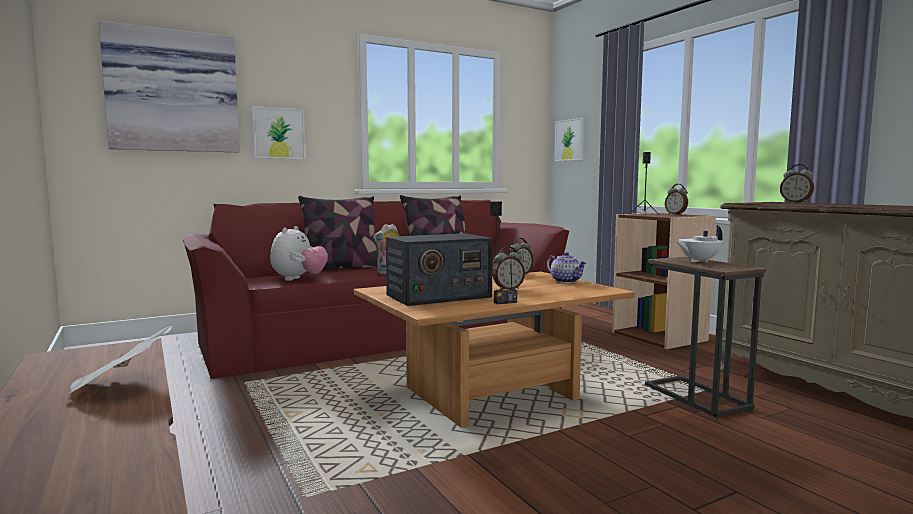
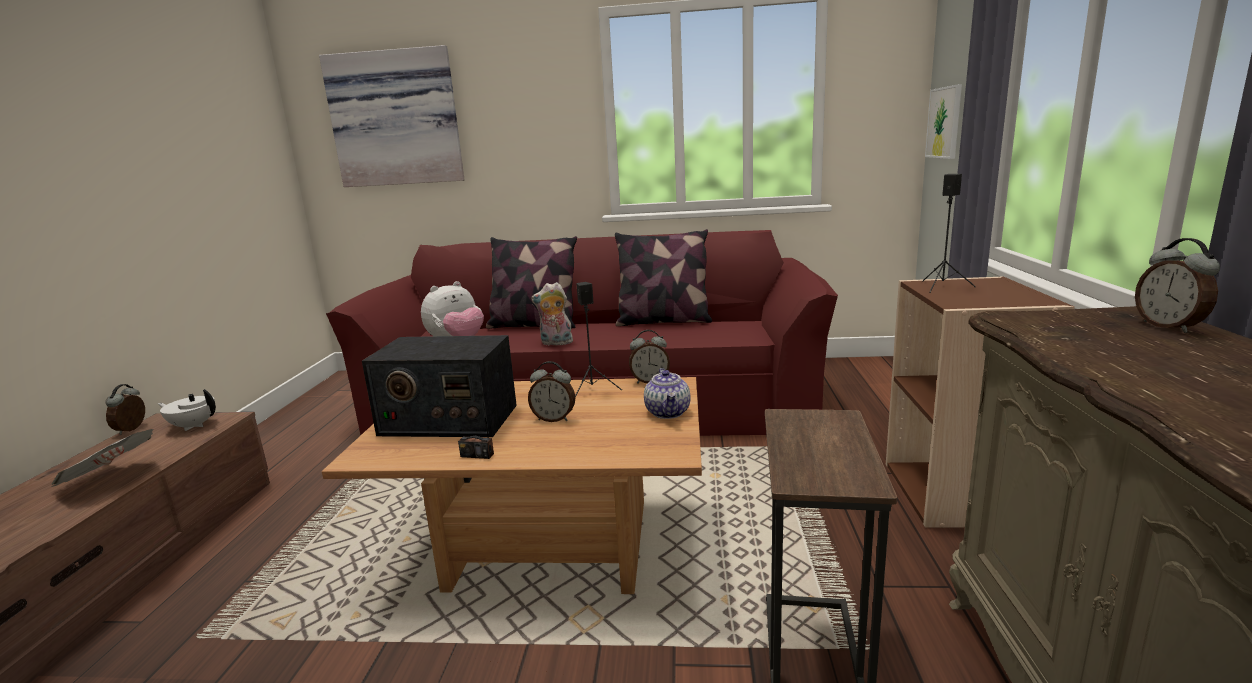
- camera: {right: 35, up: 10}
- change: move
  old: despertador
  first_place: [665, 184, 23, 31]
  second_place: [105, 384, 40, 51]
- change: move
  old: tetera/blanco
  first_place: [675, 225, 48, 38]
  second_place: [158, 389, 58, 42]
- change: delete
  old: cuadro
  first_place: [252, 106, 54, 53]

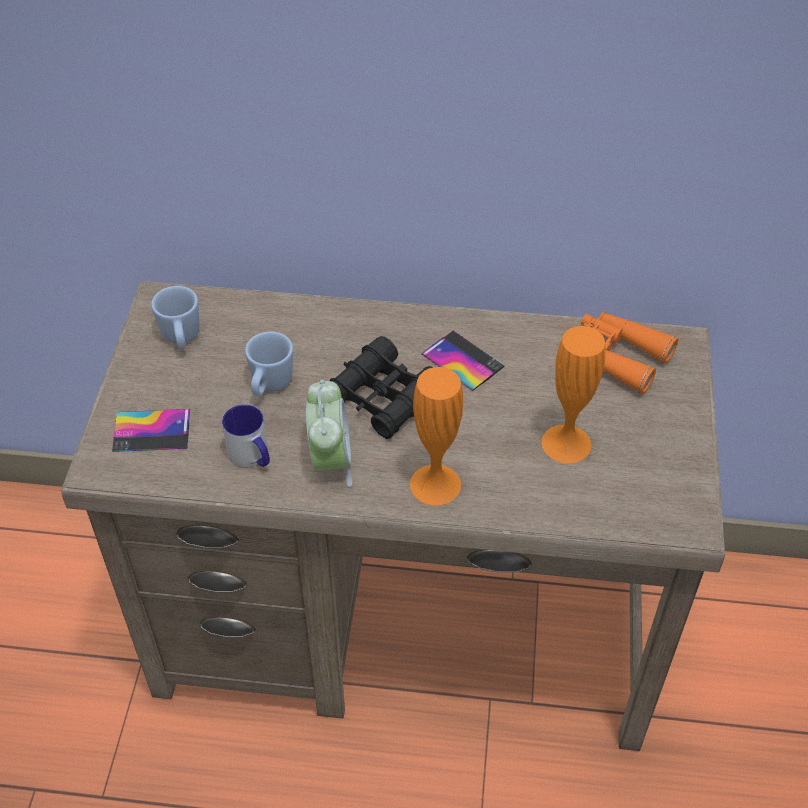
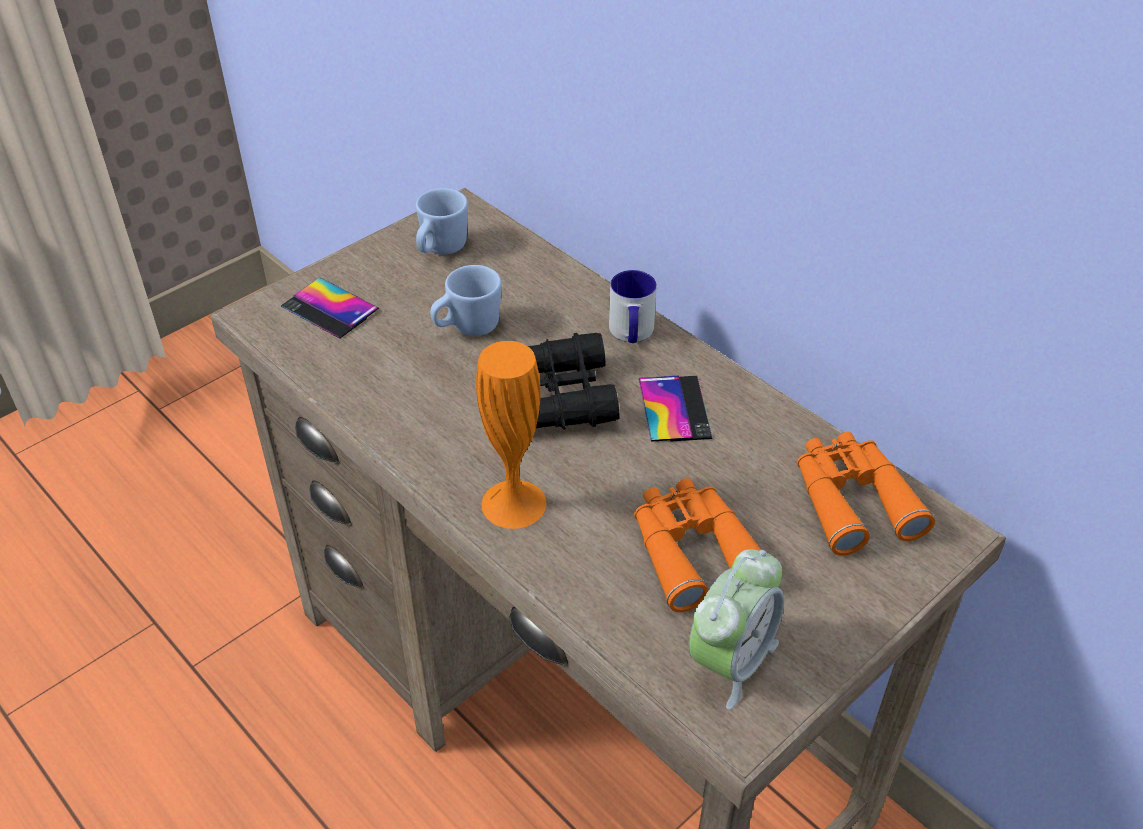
- camera: {right: 40, up: -5}
- change: move
  old: taza grande
  first_place: [222, 405, 48, 62]
  second_place: [609, 270, 48, 73]
- change: replace
  old: florero/naranja
  new: prismáticos/naranja
  first_place: [541, 326, 64, 137]
  second_place: [634, 478, 127, 134]
- change: move
  old: despertador
  first_place: [306, 380, 46, 107]
  second_place: [689, 549, 95, 161]

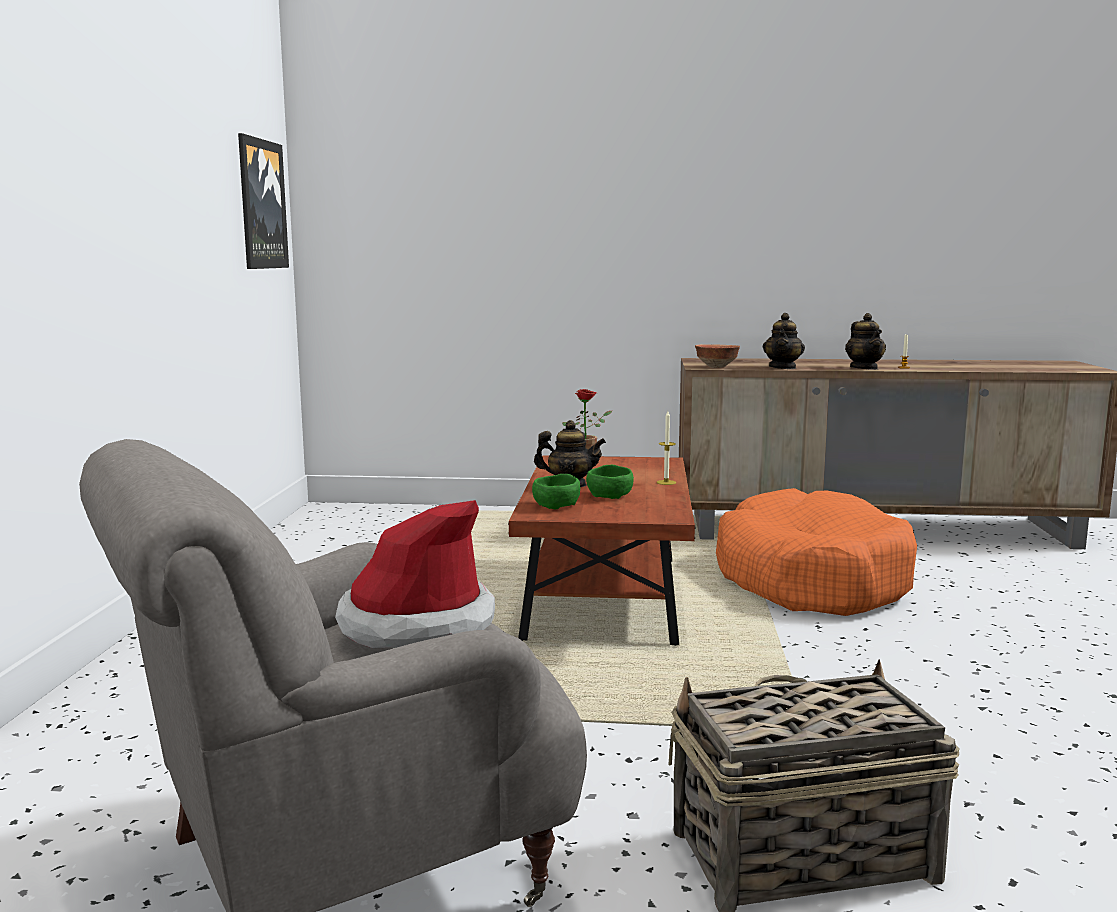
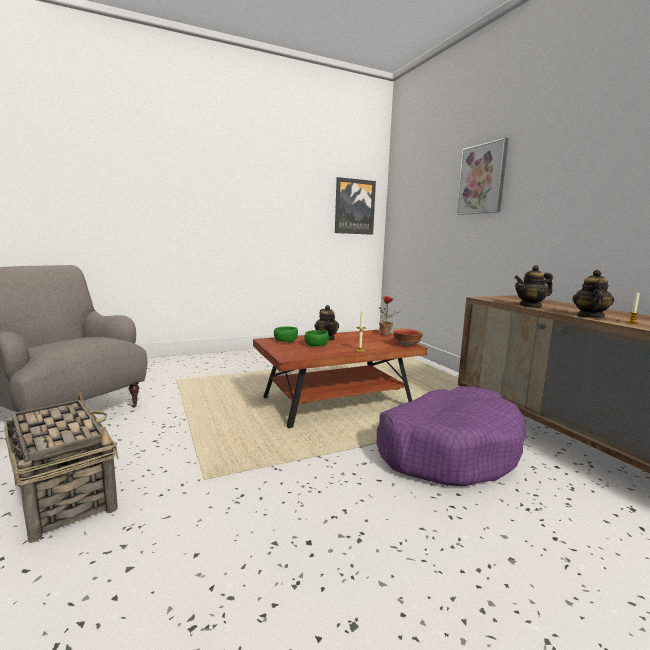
- camera: {right: 60, up: 0}
- change: recolor
  old: cama para perro/naranja
  new: cama para perro/morado
  first_place: [716, 488, 201, 128]
  second_place: [377, 386, 149, 100]
- change: move
  old: cuenco
  first_place: [695, 344, 45, 24]
  second_place: [393, 329, 30, 17]
- change: insert
  new: cuadro
  second_place: [457, 138, 52, 77]
- change: rotate
  old: tetera
  first_place: [845, 313, 41, 57]
  second_place: [573, 270, 41, 48]
  degrees: 150
- change: delete
  old: sombrero
  first_place: [335, 500, 160, 148]

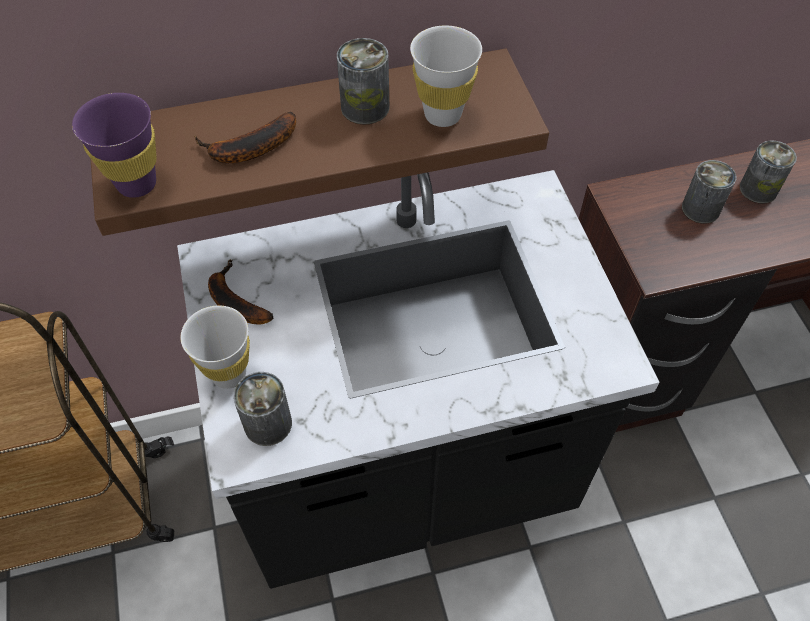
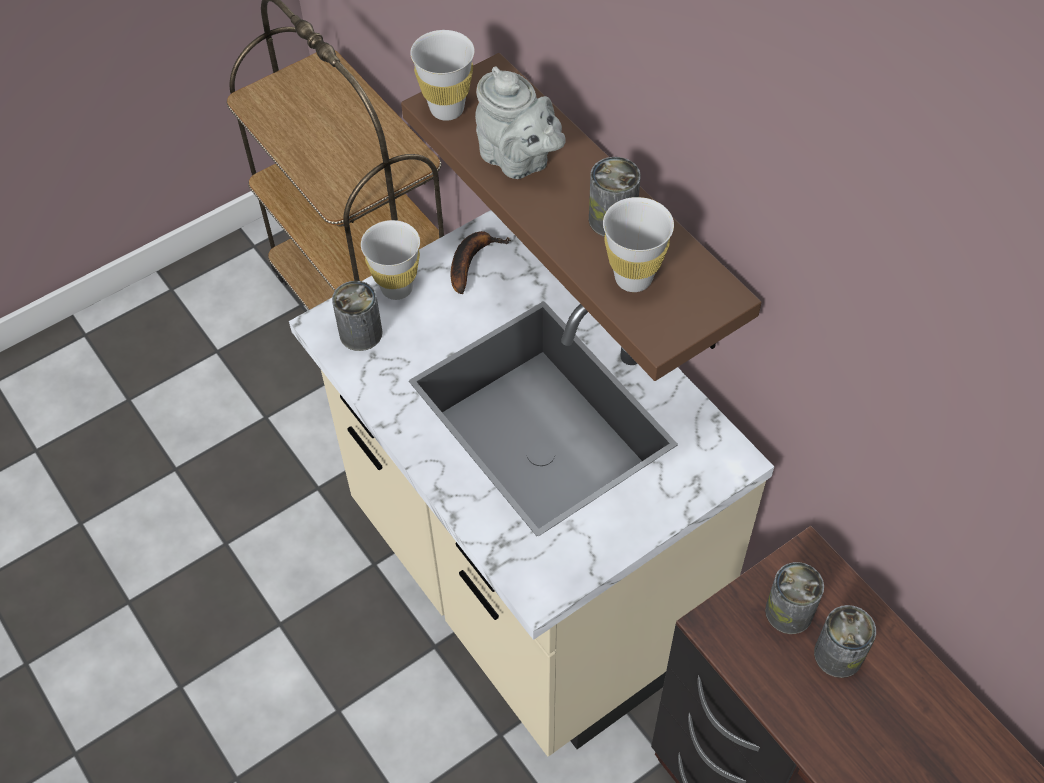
- camera: {right: 70, up: 0}
- change: recolor
  old: mueble bajo de cocina/negro
  new: mueble bajo de cocina/beis
  first_place: [177, 170, 482, 419]
  second_place: [289, 210, 485, 546]
- change: recolor
  old: taza/morado
  new: taza/blanco
  first_place: [72, 93, 85, 105]
  second_place: [410, 30, 64, 91]
- change: replace
  old: plátano
  new: tetera/gris
  first_place: [195, 112, 101, 51]
  second_place: [475, 66, 91, 113]
- change: move
  old: lata
  first_place: [740, 141, 57, 63]
  second_place: [765, 562, 59, 72]

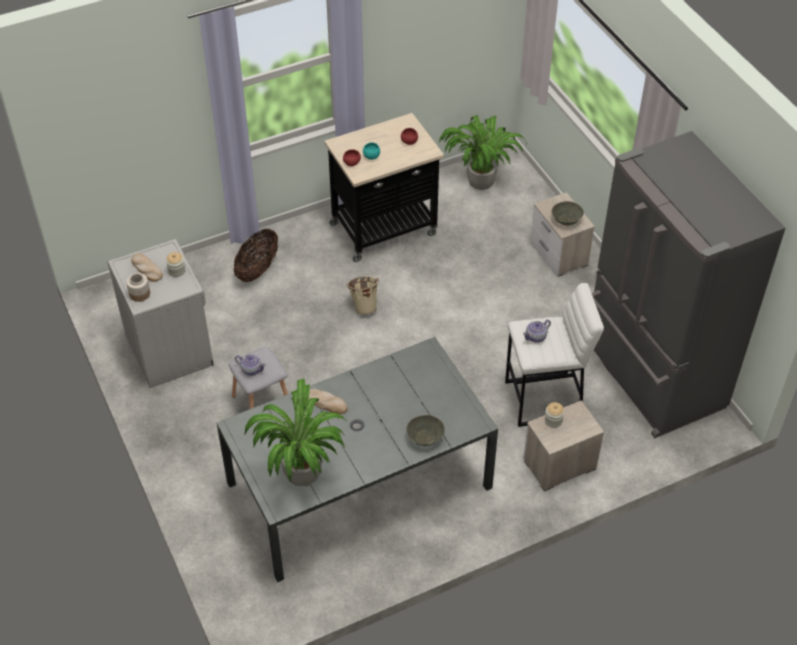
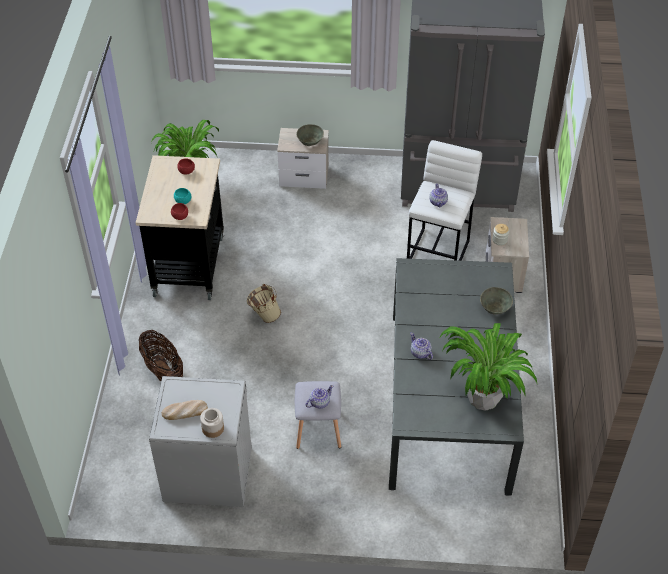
- camera: {right: -60, up: 0}
- change: replace
  old: pan
  new: tetera
  first_place: [309, 389, 39, 25]
  second_place: [410, 333, 23, 27]
- change: delete
  old: tarro
  first_place: [166, 252, 20, 25]

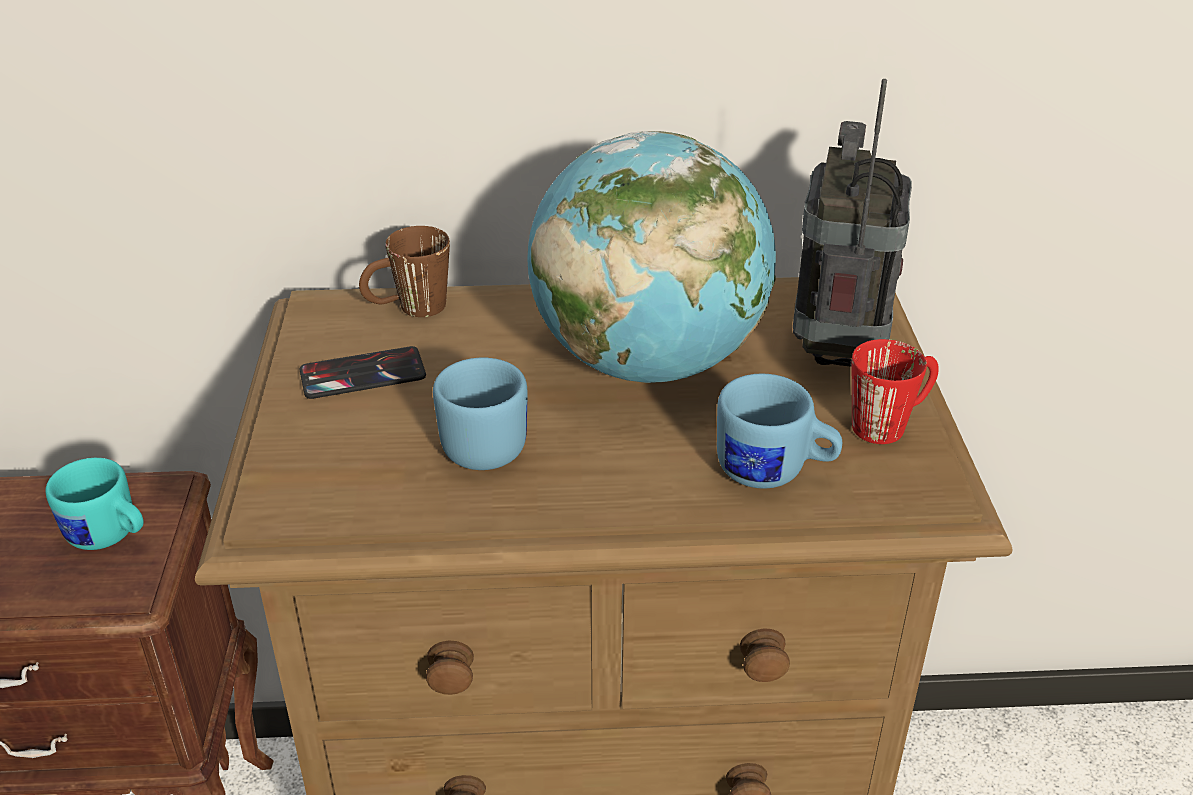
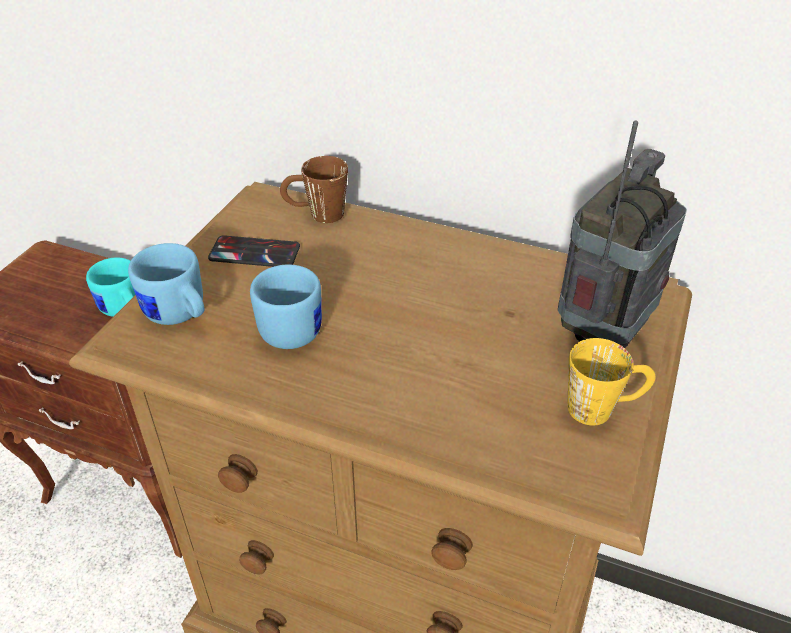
- camera: {right: 25, up: 5}
- change: move
  old: taza grande/azul
  first_place: [717, 373, 125, 116]
  second_place: [128, 243, 76, 82]
- change: recolor
  old: taza grande/rojo
  new: taza grande/amarillo
  first_place: [852, 339, 87, 105]
  second_place: [568, 338, 87, 87]
- change: delete
  old: globo terráqueo
  first_place: [527, 131, 249, 252]

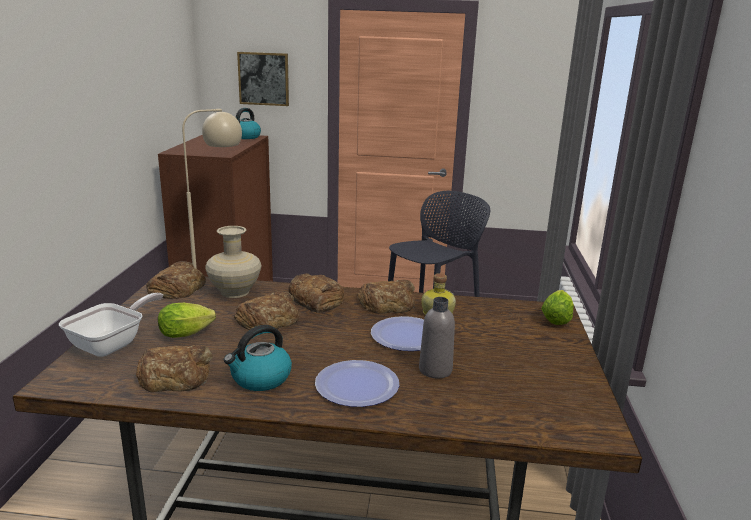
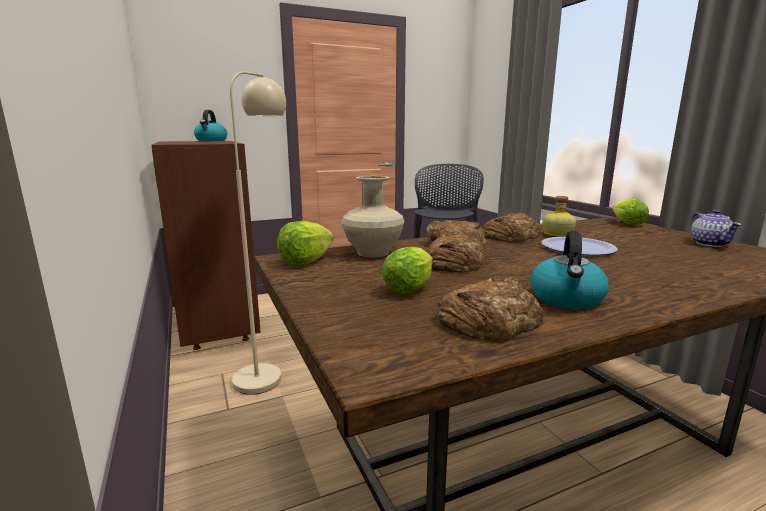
- camera: {right: -30, up: -5}
- change: replace
  old: pan
  new: lechuga
  first_place: [146, 261, 60, 38]
  second_place: [277, 221, 57, 44]
- change: insert
  new: tetera
  second_place: [690, 210, 52, 37]
- change: delete
  old: sartén
  first_place: [59, 293, 104, 64]
- change: delete
  old: cuadro
  first_place: [237, 52, 52, 54]
- change: delete
  old: plato
  first_place: [315, 360, 84, 47]
- change: delete
  old: botella/gris
  first_place: [419, 297, 36, 82]

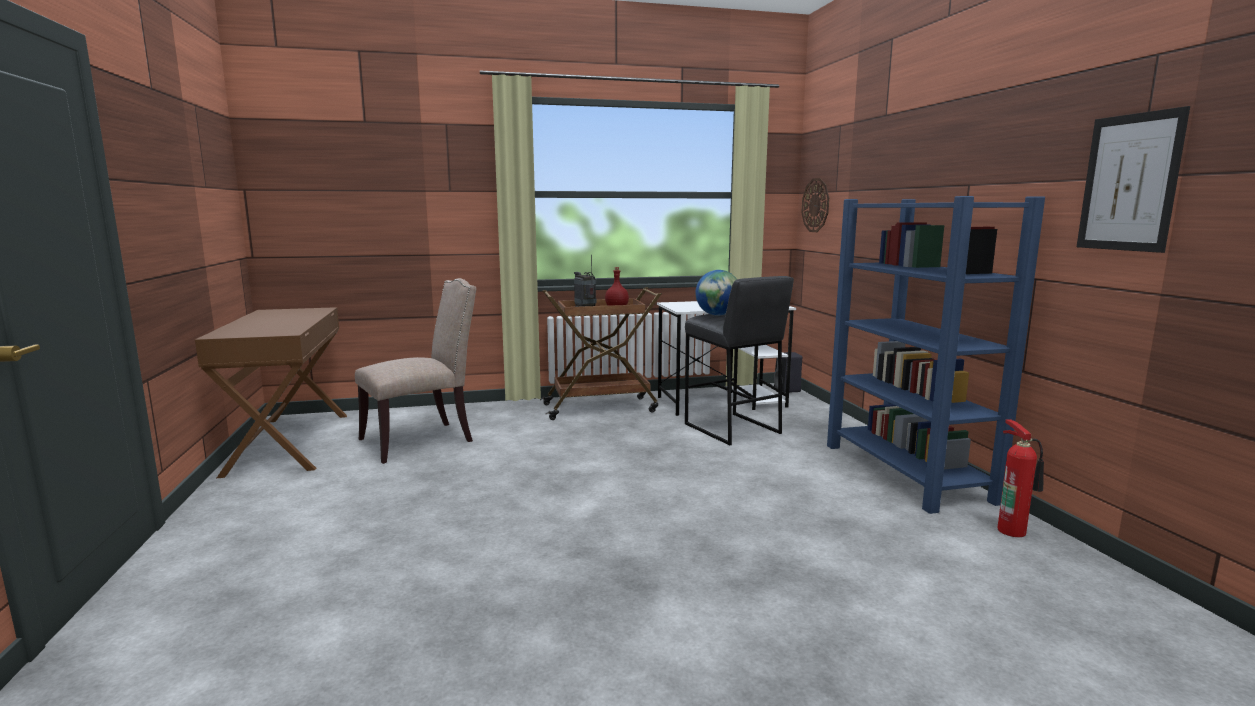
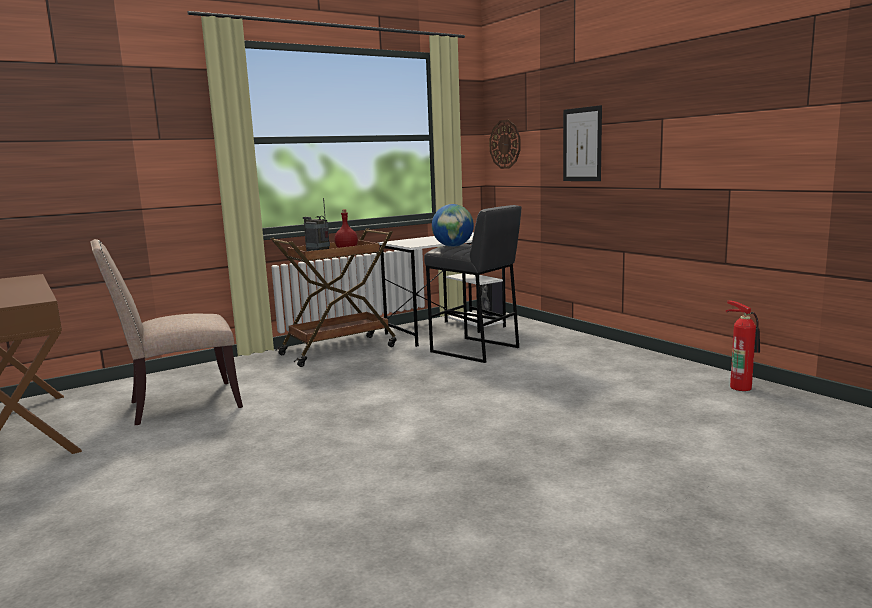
- camera: {right: -20, up: 0}
- change: rotate
  old: silla/beis
  first_place: [355, 278, 121, 186]
  second_place: [90, 239, 153, 186]
  degrees: -150
- change: move
  old: cuadro
  first_place: [1077, 106, 113, 147]
  second_place: [563, 105, 39, 76]
- change: delete
  old: estantería/azul
  first_place: [827, 196, 218, 318]

